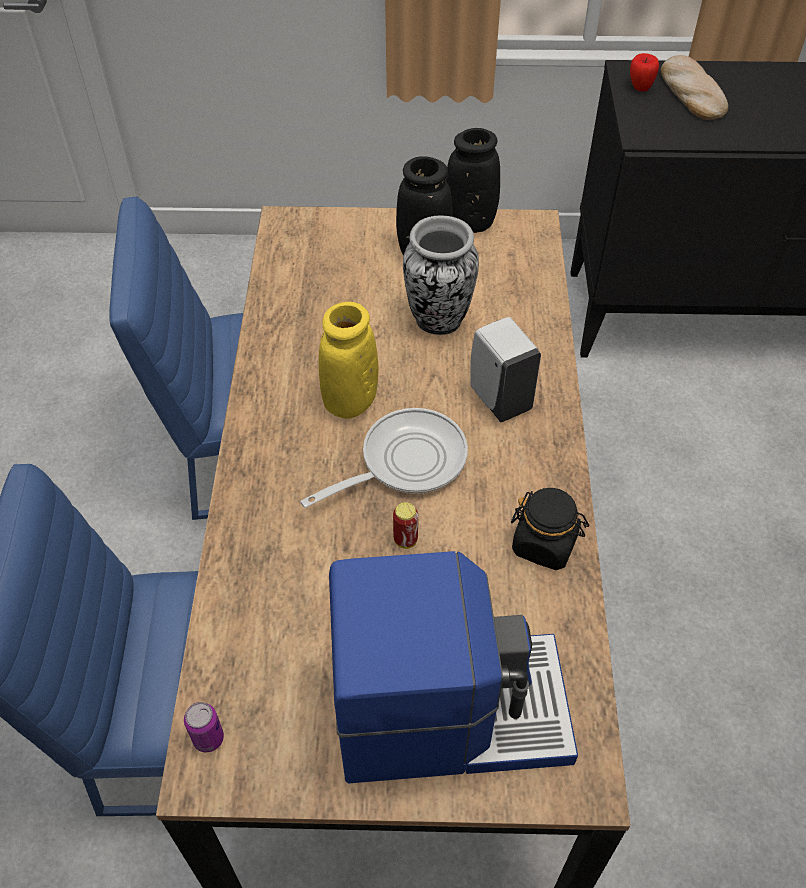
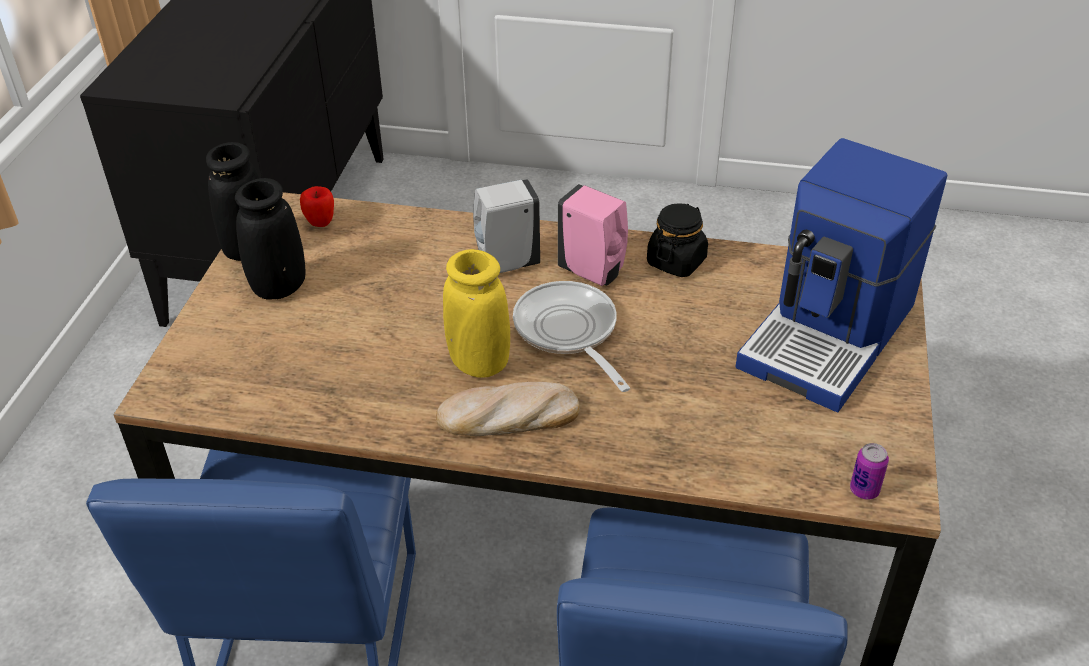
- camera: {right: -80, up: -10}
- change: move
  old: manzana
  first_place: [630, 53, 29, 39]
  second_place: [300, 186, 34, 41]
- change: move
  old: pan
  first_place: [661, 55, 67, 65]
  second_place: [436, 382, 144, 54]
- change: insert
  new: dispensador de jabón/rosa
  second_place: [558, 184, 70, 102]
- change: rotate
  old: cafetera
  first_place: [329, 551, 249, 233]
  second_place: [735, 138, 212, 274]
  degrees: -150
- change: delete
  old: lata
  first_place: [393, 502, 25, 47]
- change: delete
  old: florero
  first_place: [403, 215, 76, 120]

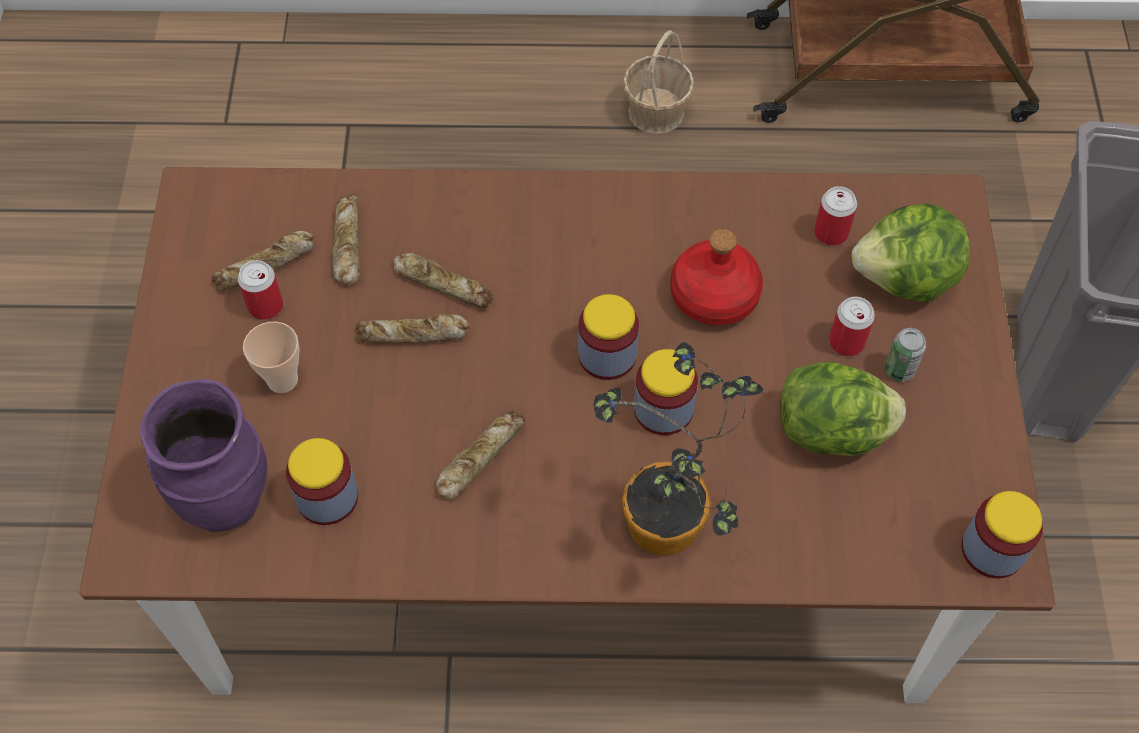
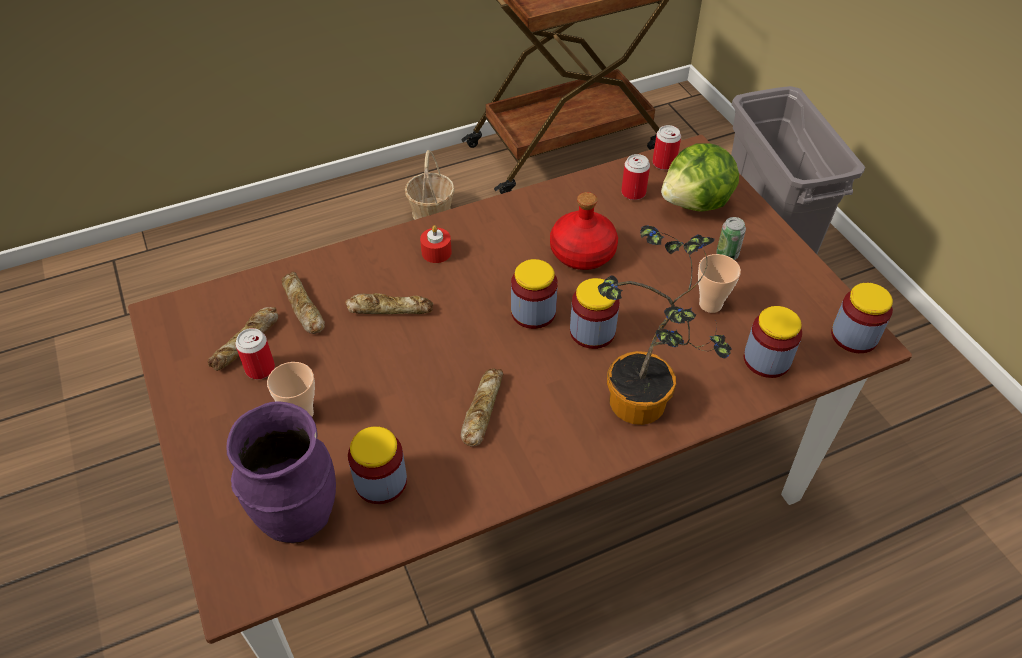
- camera: {right: -25, up: -10}
- change: insert
  new: vela/rojo
  second_place: [420, 225, 32, 38]
- change: move
  old: lata
  first_place: [829, 297, 46, 59]
  second_place: [652, 125, 29, 45]
- change: replace
  old: lechuga
  new: taza
  first_place: [781, 362, 125, 94]
  second_place: [698, 254, 43, 59]
- change: insert
  new: tarro
  second_place: [744, 306, 58, 72]
- change: delete
  old: pan
  first_place: [356, 314, 114, 29]

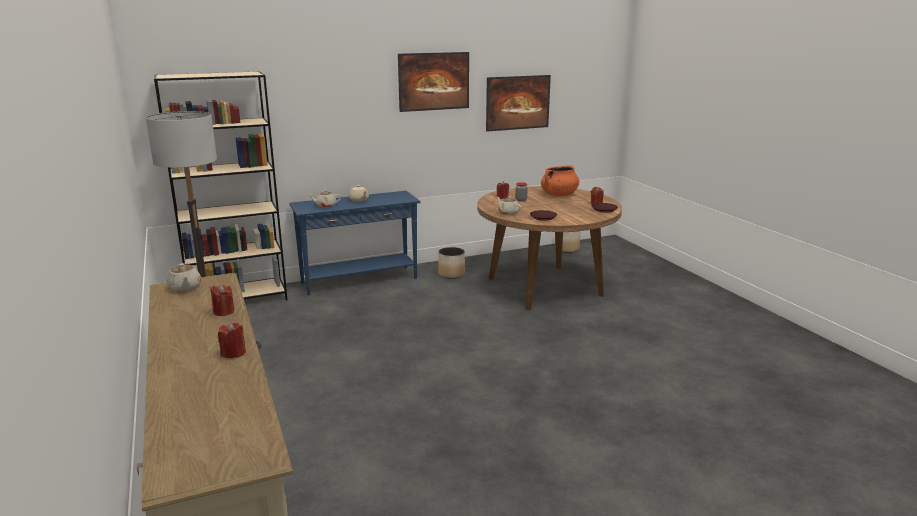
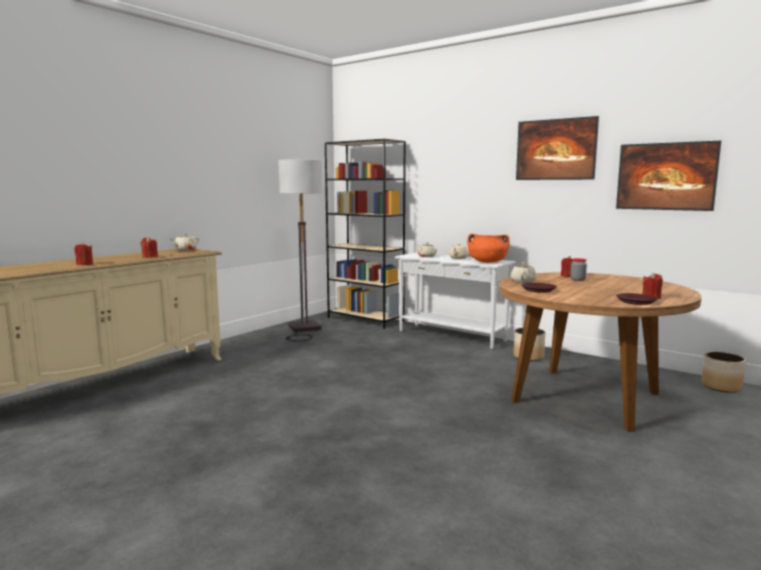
- camera: {right: 60, up: -10}
- change: recolor
  old: mesa consola/azul
  new: mesa consola/blanco
  first_place: [289, 191, 132, 105]
  second_place: [395, 252, 121, 97]
- change: move
  old: olla/naranja
  first_place: [541, 165, 38, 31]
  second_place: [467, 234, 43, 29]

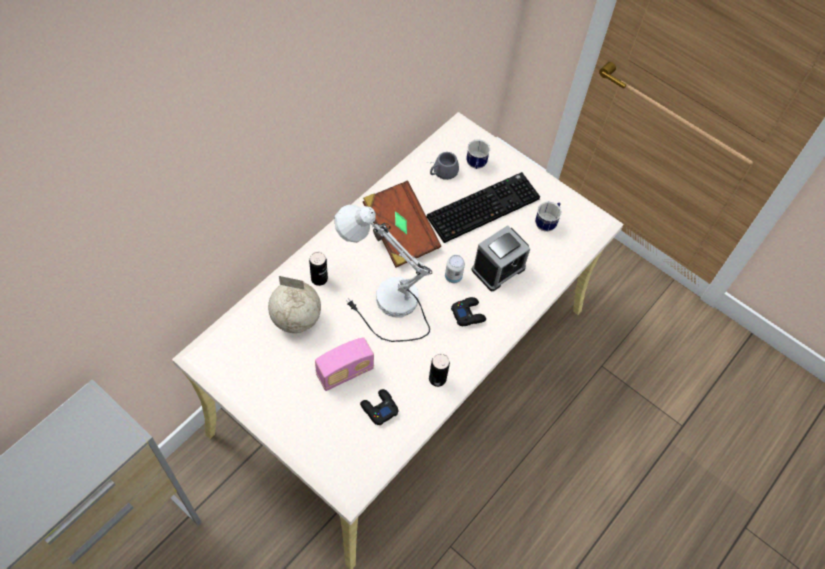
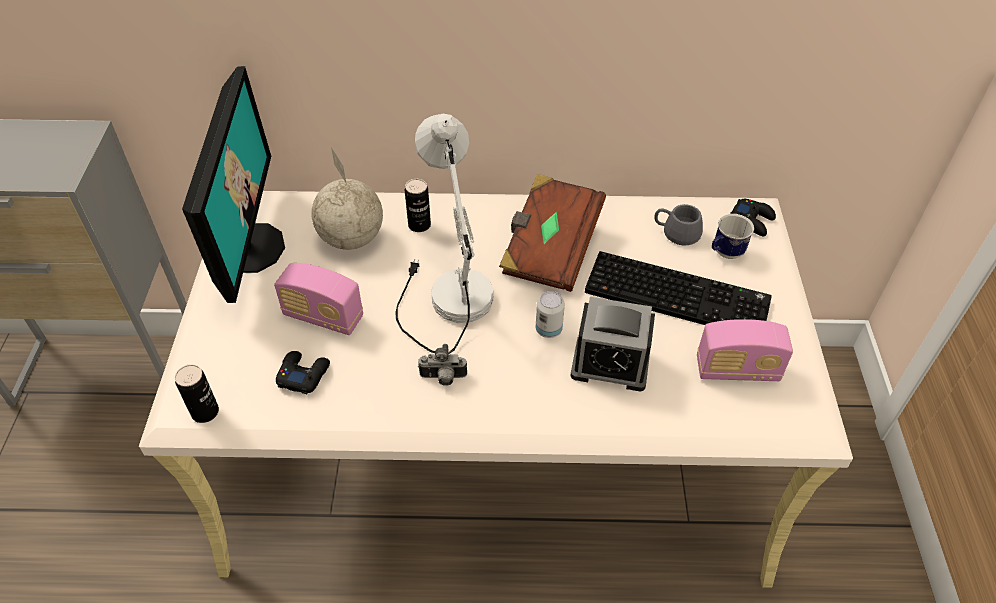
- camera: {right: 55, up: -10}
- change: move
  old: lata
  first_place: [429, 354, 21, 33]
  second_place: [175, 364, 44, 59]
- change: insert
  new: monitor
  second_place: [182, 66, 103, 237]
- change: insert
  new: cámara
  second_place: [418, 344, 49, 42]
- change: replace
  old: taza grande
  new: radio
  first_place: [535, 201, 27, 31]
  second_place: [697, 319, 96, 62]
- change: move
  old: mando de consola/negro
  first_place: [451, 297, 35, 29]
  second_place: [730, 199, 46, 37]

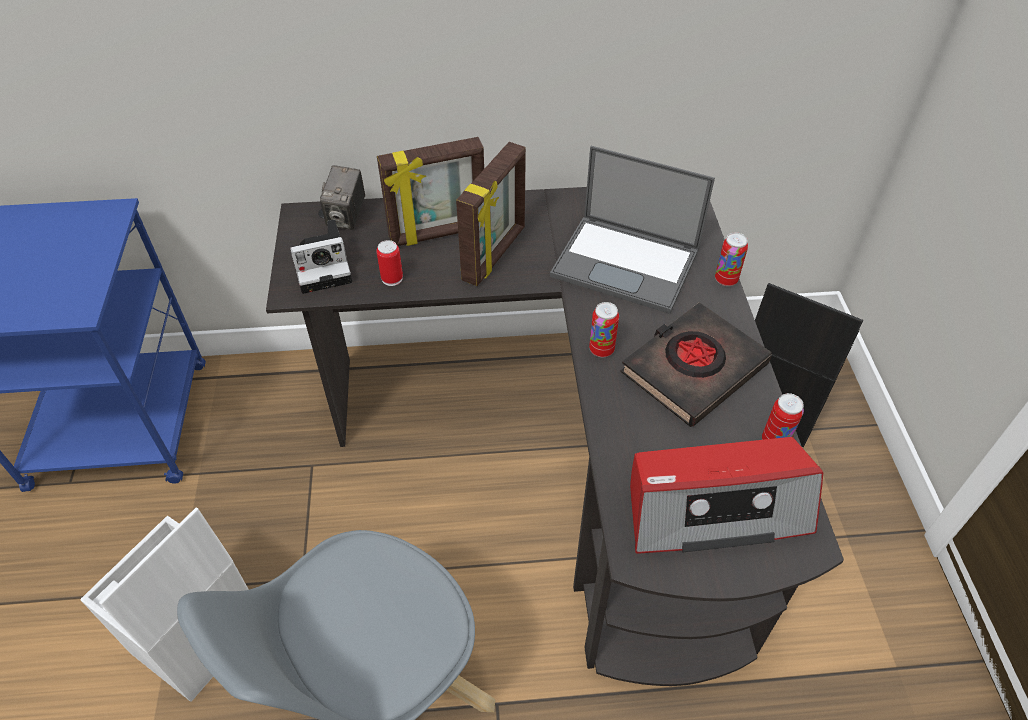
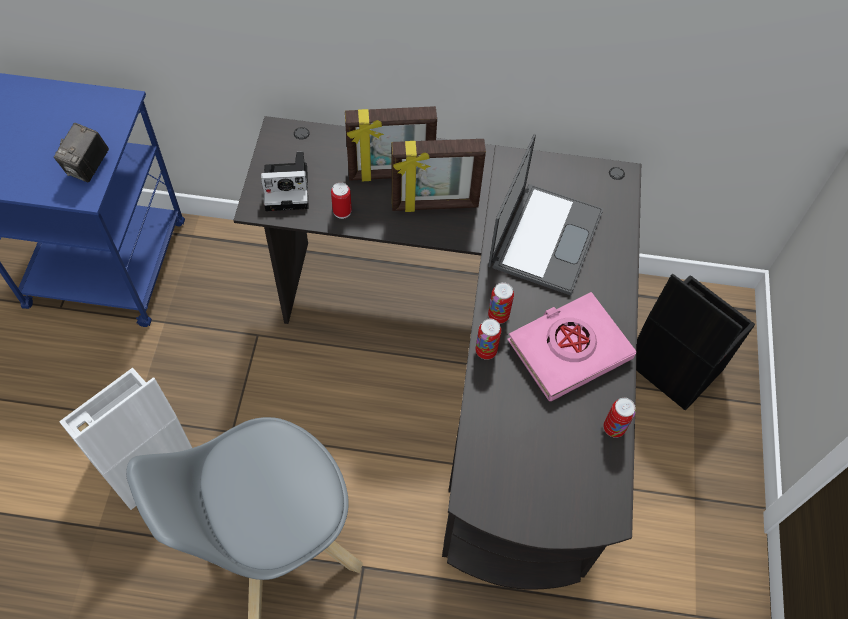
- camera: {right: 10, up: 10}
- change: move
  old: cámara
  first_place: [320, 165, 45, 65]
  second_place: [54, 123, 55, 60]
- change: rotate
  old: portarretratos
  first_place: [456, 142, 70, 144]
  second_place: [391, 139, 95, 73]
  degrees: 45
- change: move
  old: lata
  first_place: [715, 233, 33, 53]
  second_place: [475, 319, 26, 41]
- change: rotate
  old: portátil
  first_place: [550, 146, 165, 168]
  second_place: [488, 134, 115, 162]
  degrees: -105
- change: recolor
  old: libro/negro
  new: libro/rosa
  first_place: [620, 303, 152, 124]
  second_place: [507, 292, 129, 109]
- change: delete
  old: radio
  first_place: [630, 437, 194, 117]

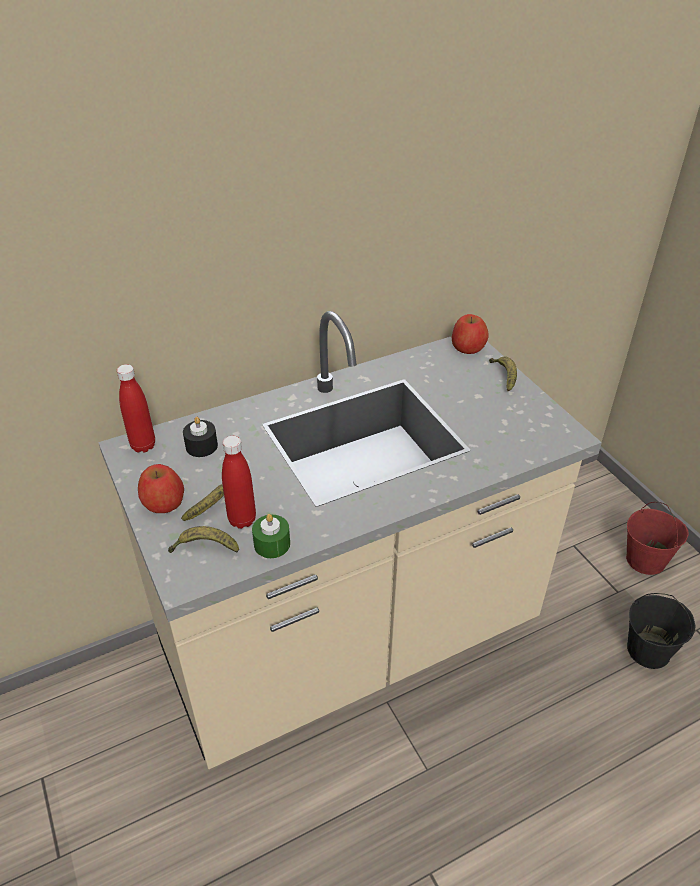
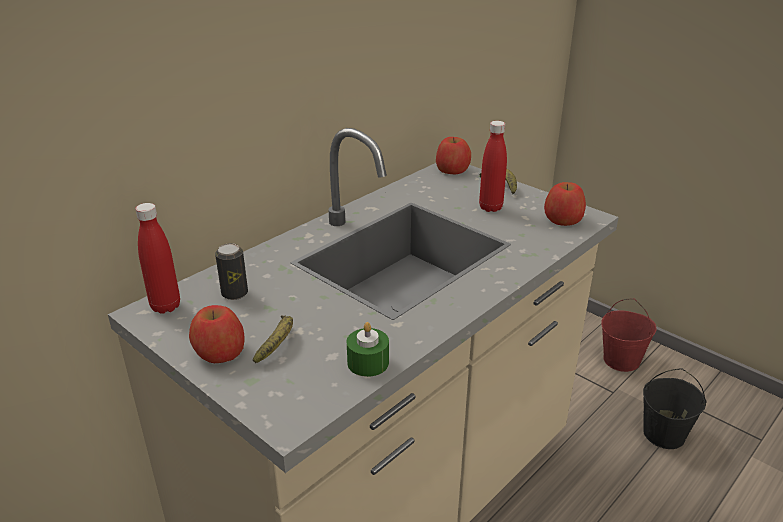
- camera: {right: -20, up: -10}
- change: replace
  old: vela/negro
  new: lata
  first_place: [183, 417, 35, 40]
  second_place: [215, 243, 33, 57]
- change: move
  old: botella/rojo
  first_place: [222, 436, 34, 93]
  second_place: [479, 121, 28, 91]
- change: insert
  new: manzana
  second_place: [544, 182, 42, 44]
- change: delete
  old: plátano
  first_place: [168, 526, 71, 27]

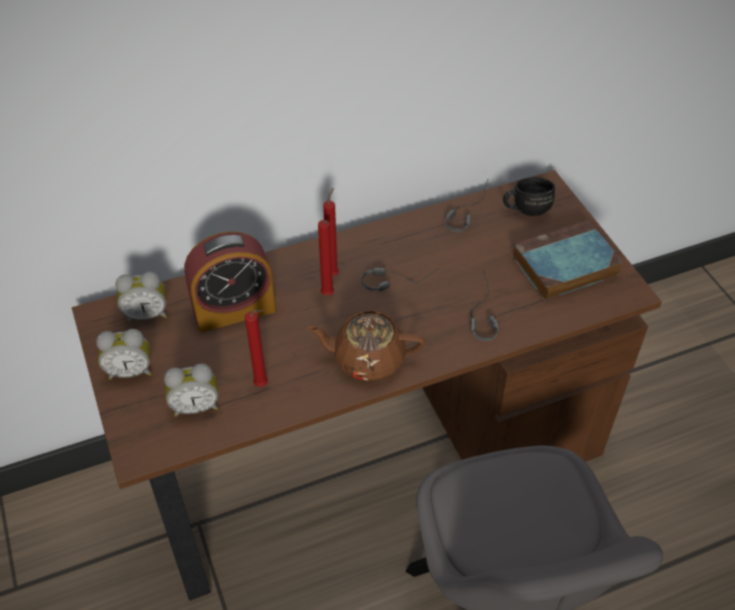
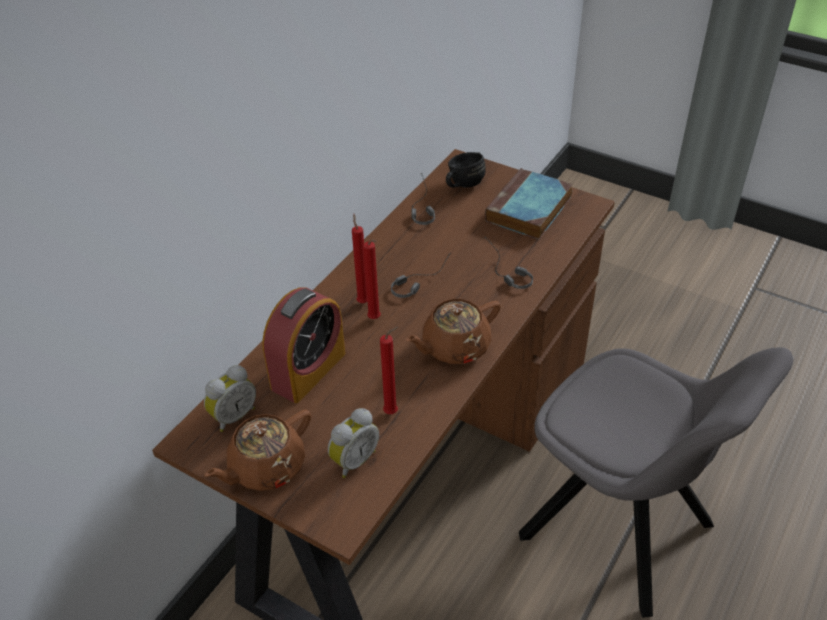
- camera: {right: -35, up: -5}
- change: replace
  old: despertador
  new: tetera/marrón
  first_place: [96, 329, 56, 51]
  second_place: [204, 409, 107, 82]

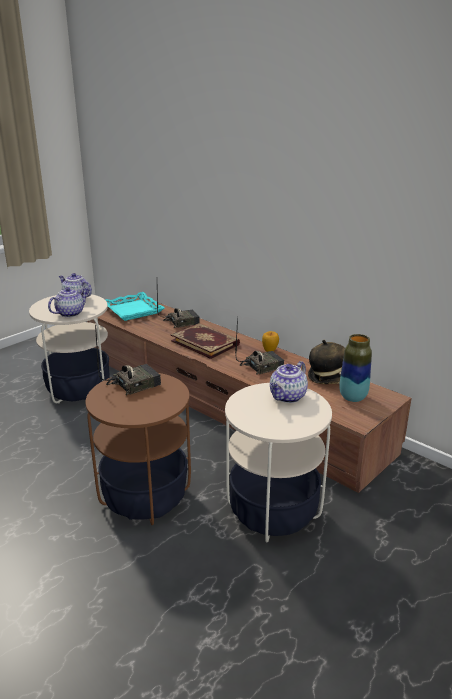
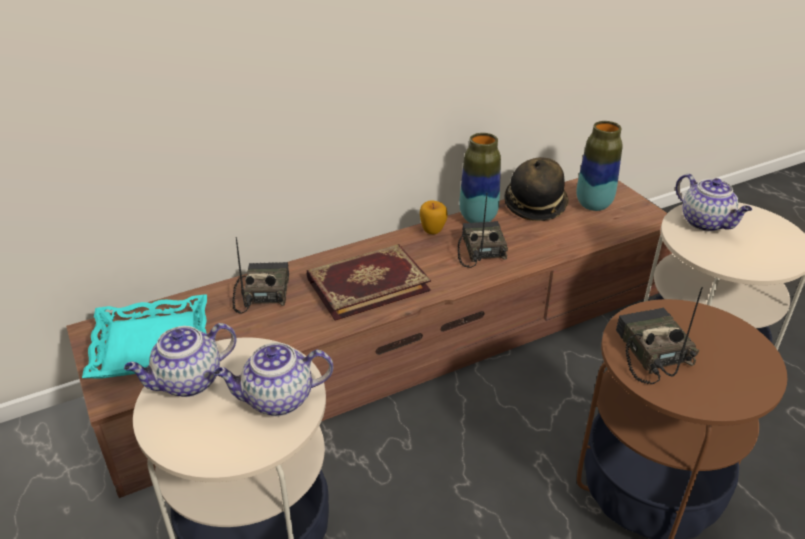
- camera: {right: -70, up: 10}
- change: rotate
  old: tetera
  first_place: [48, 287, 40, 30]
  second_place: [214, 343, 119, 73]
  degrees: -75
- change: insert
  new: florero
  second_place: [459, 133, 42, 90]

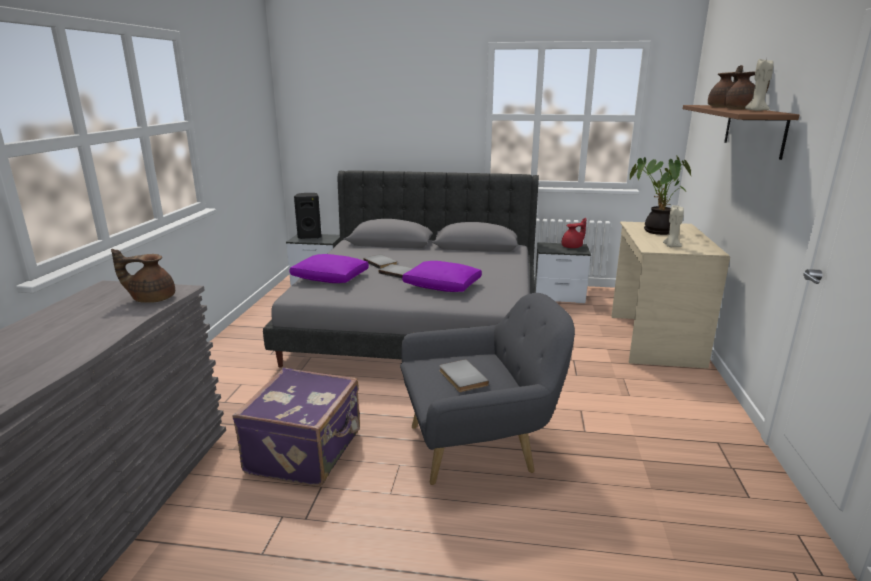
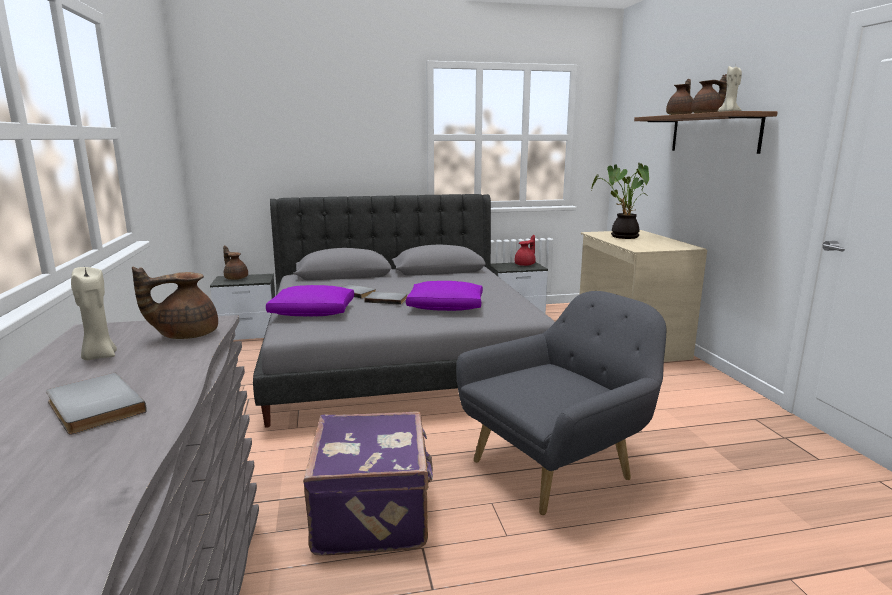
- camera: {right: -20, up: -5}
- change: move
  old: libro/gris
  first_place: [439, 359, 50, 33]
  second_place: [46, 372, 101, 63]
- change: move
  old: vela/beis
  first_place: [663, 205, 21, 42]
  second_place: [71, 267, 46, 93]
- change: replace
  old: altavoz/negro
  new: tetera/marrón
  first_place: [294, 193, 28, 46]
  second_place: [223, 246, 25, 34]

